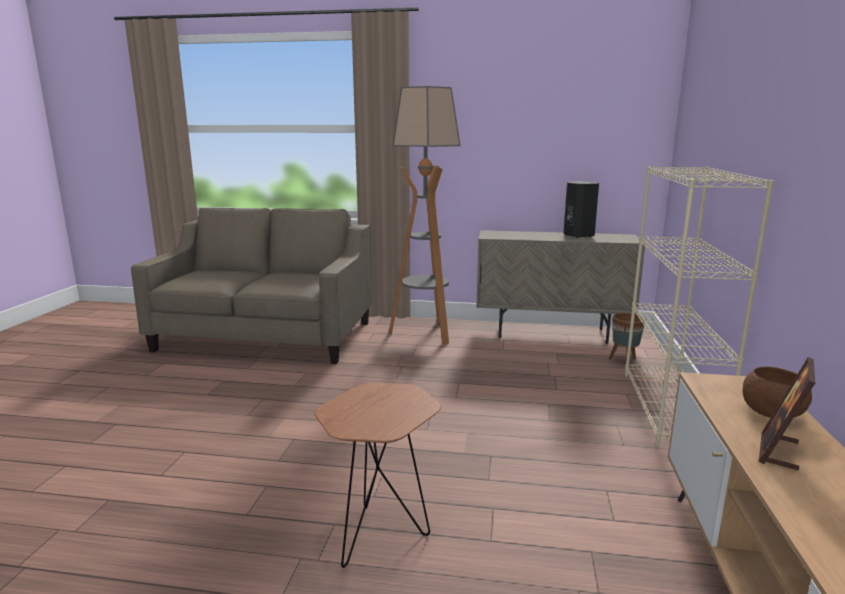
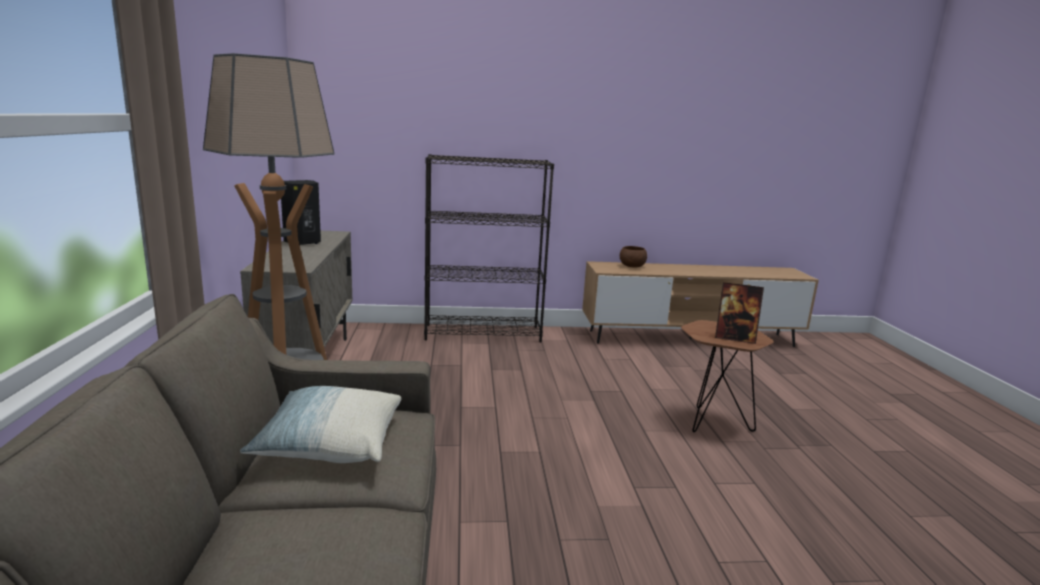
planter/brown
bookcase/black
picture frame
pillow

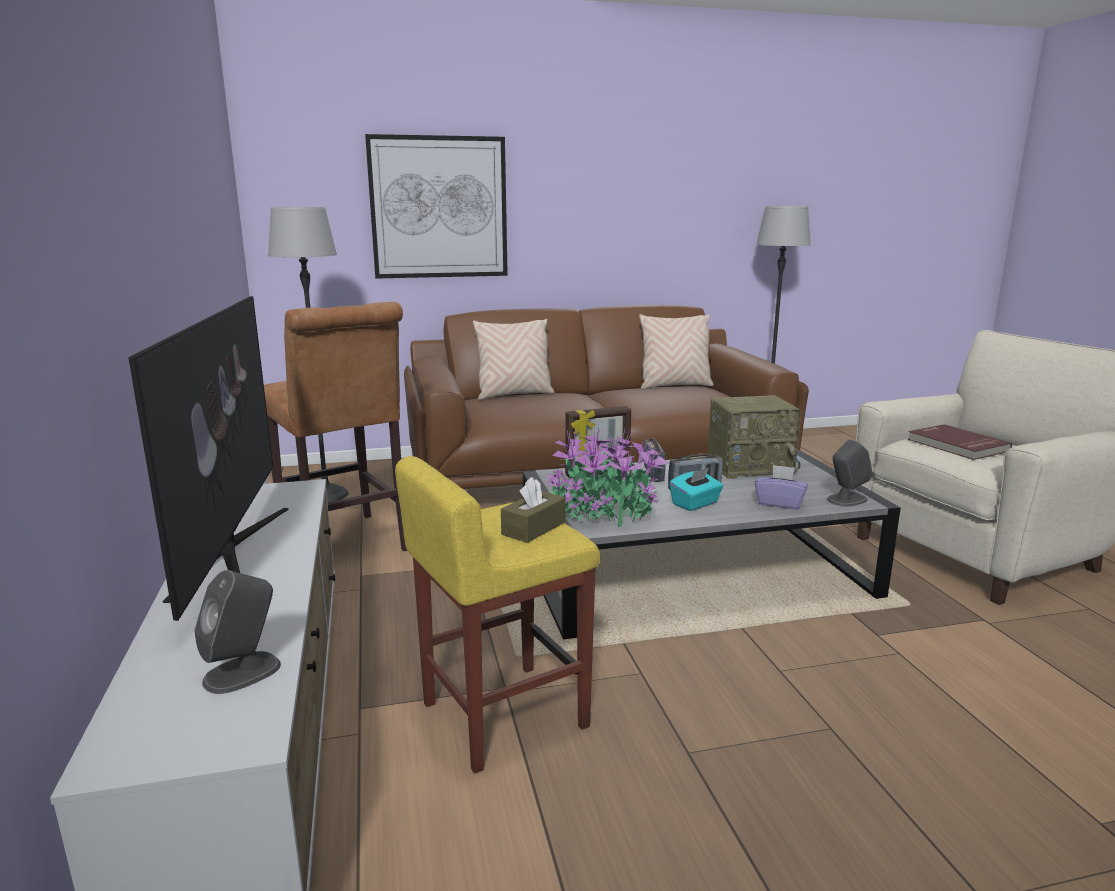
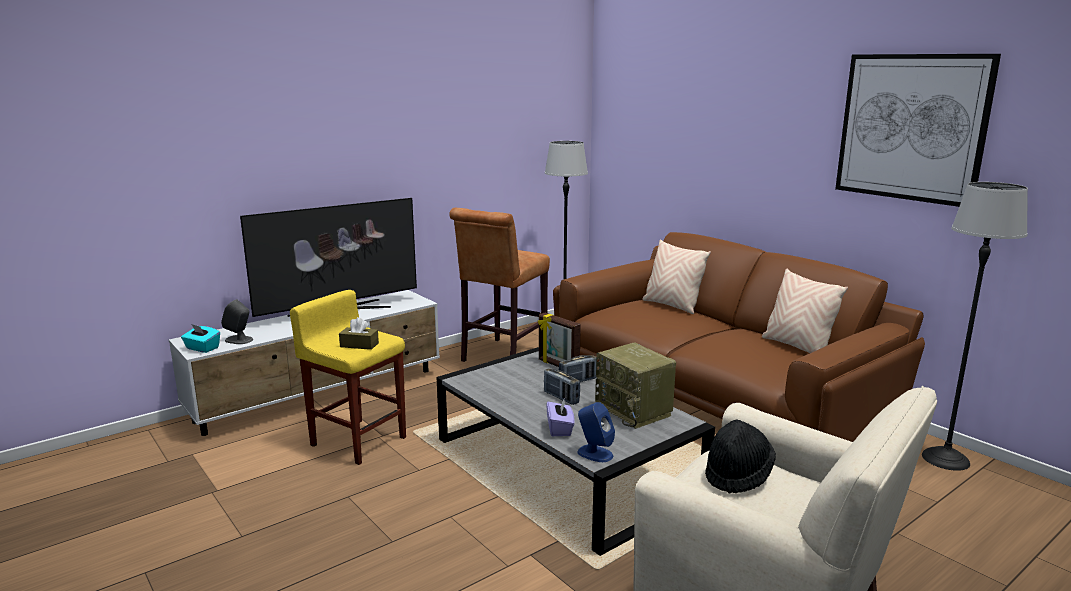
picture
potted plant
tissue box/turquoise
speaker/blue
hat/black

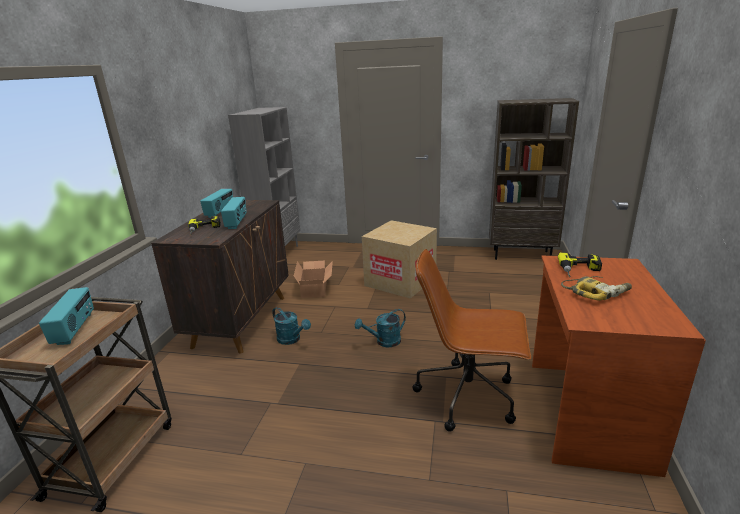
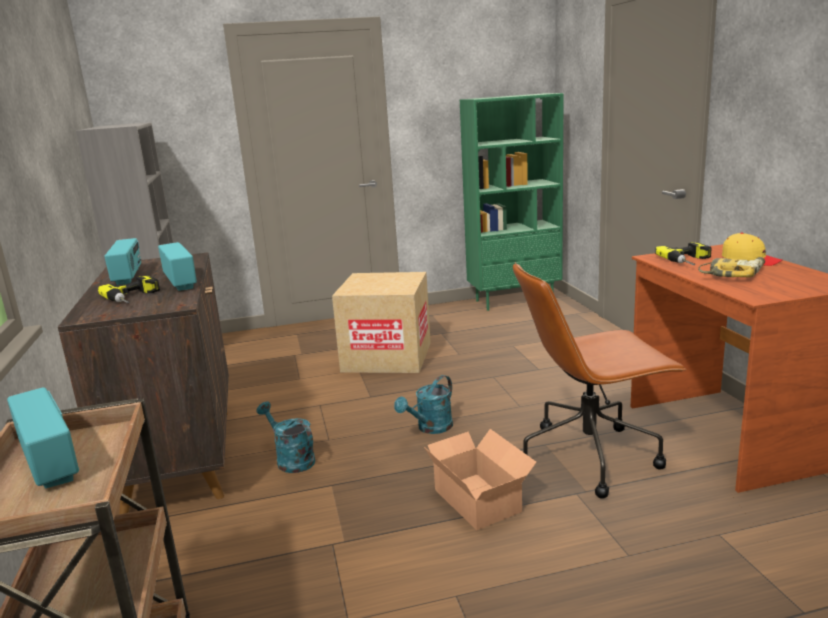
watering can/turquoise (no. 1 from left)
cardboard box (no. 2 from left)
bookcase/green
cap/yellow

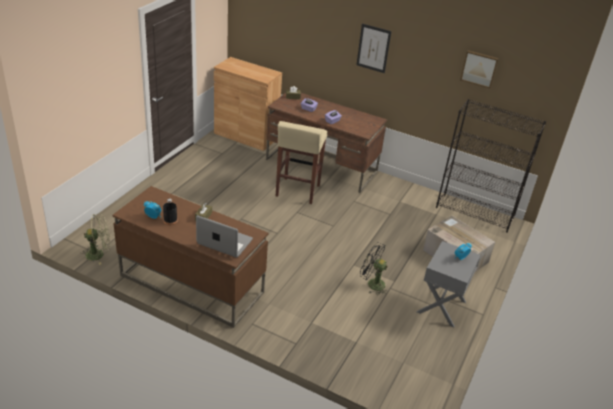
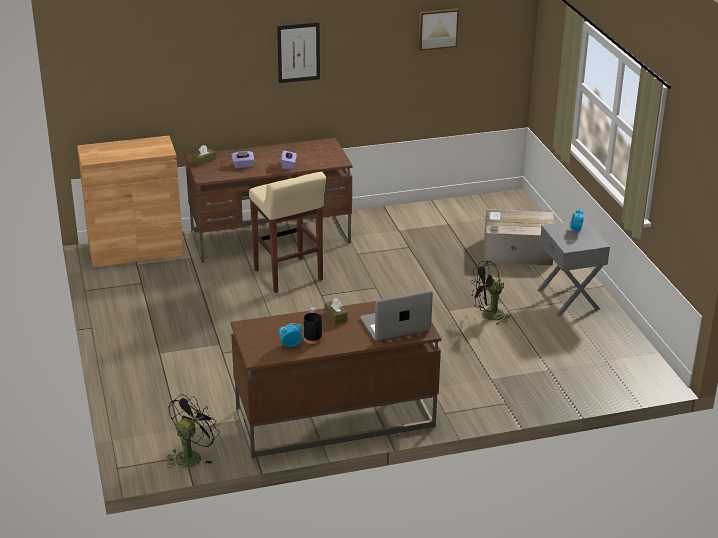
fan/black (no. 1 from left)
bookcase/black

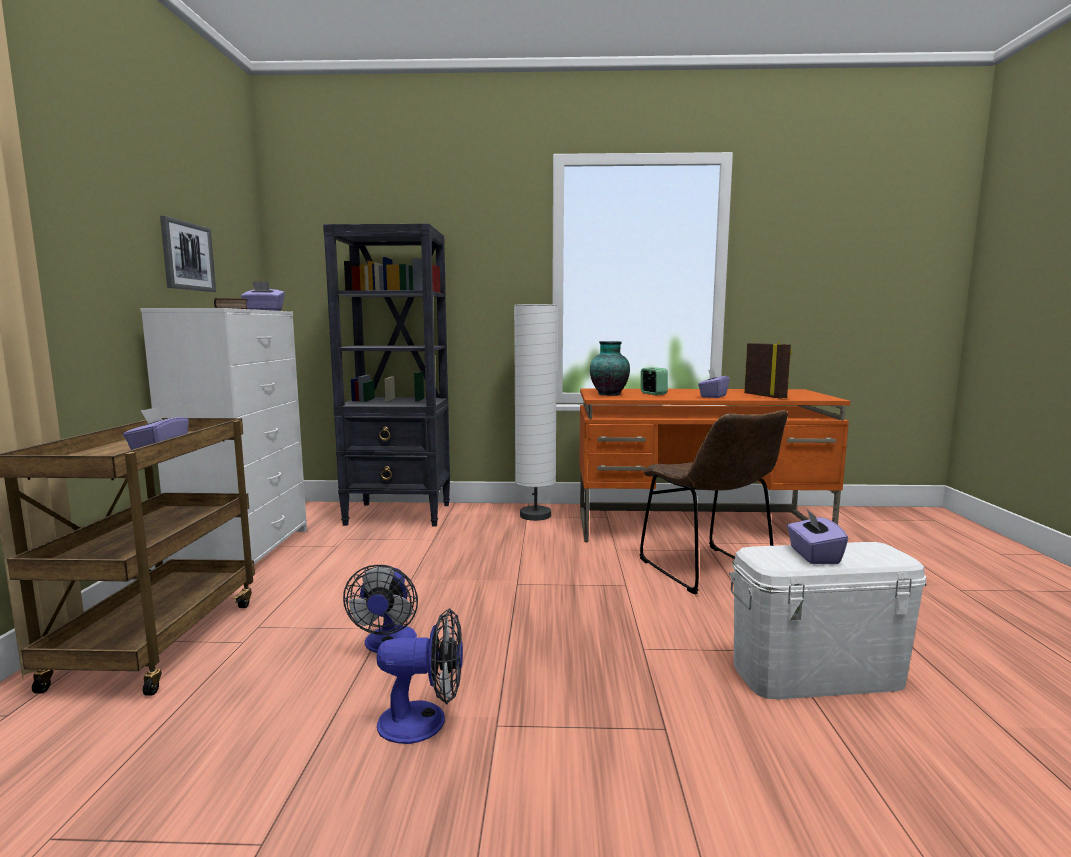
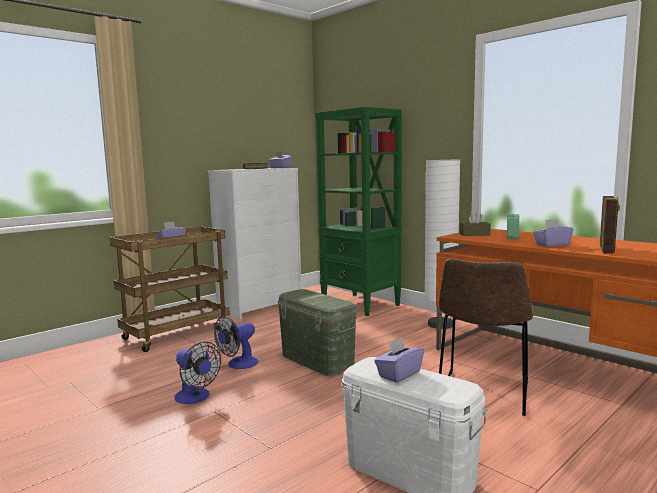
picture
bookcase/green
tissue box/brown
storage box/green

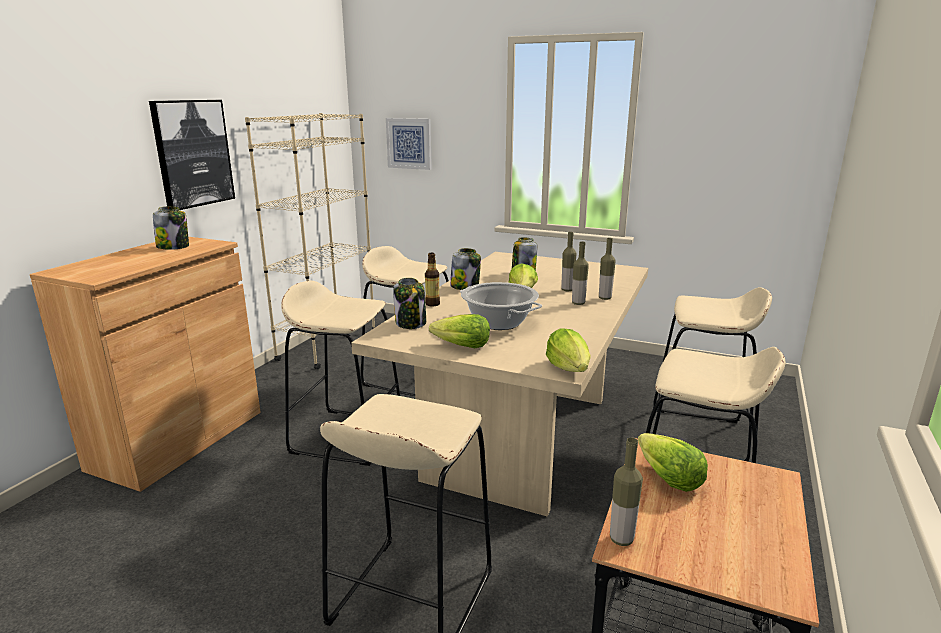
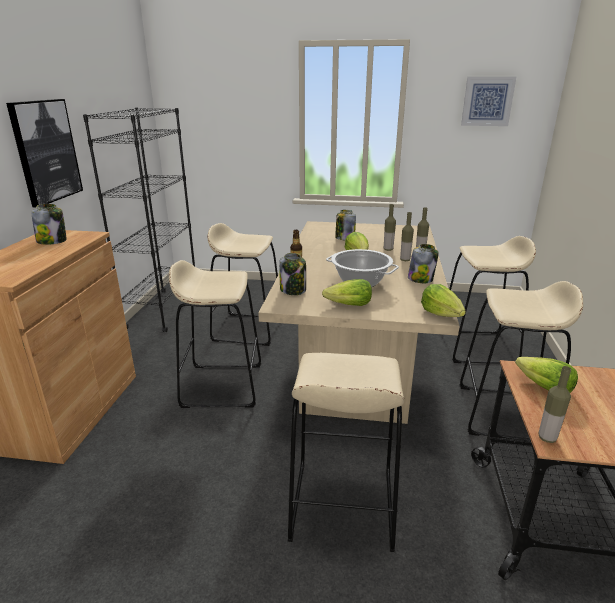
bookcase/black
picture (no. 2 from left)
jar (no. 4 from left)

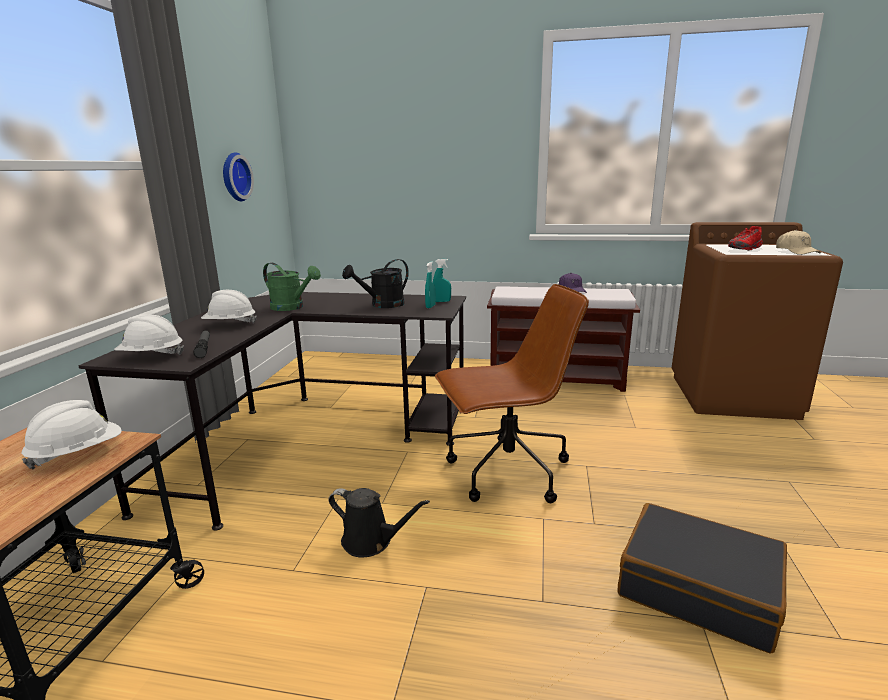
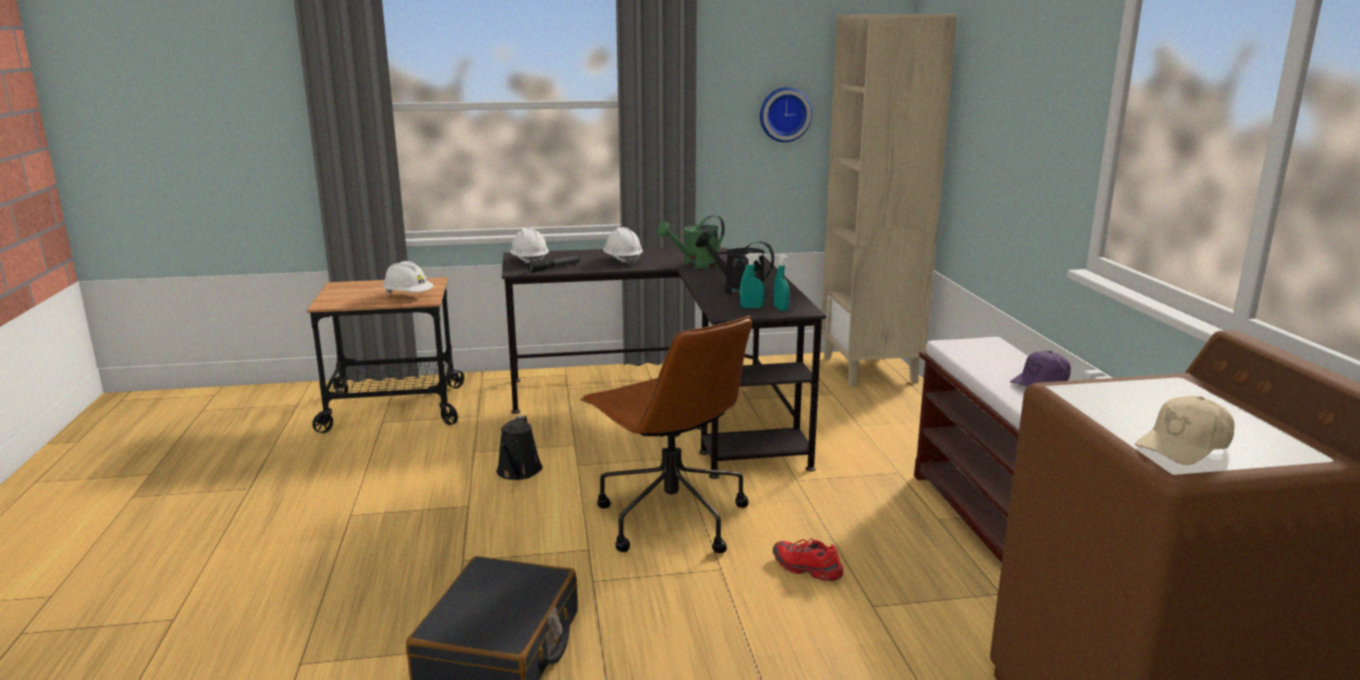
watering can/green
shoe/red
bookcase/beige

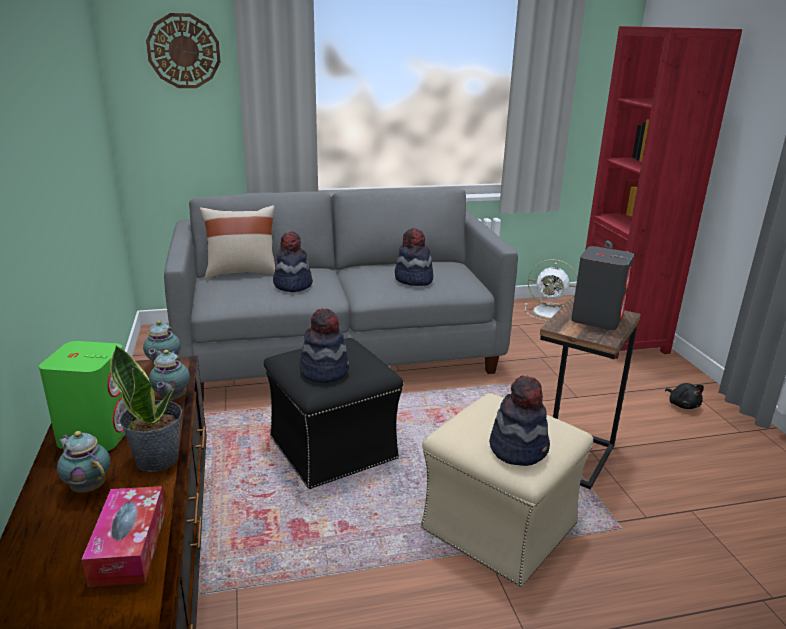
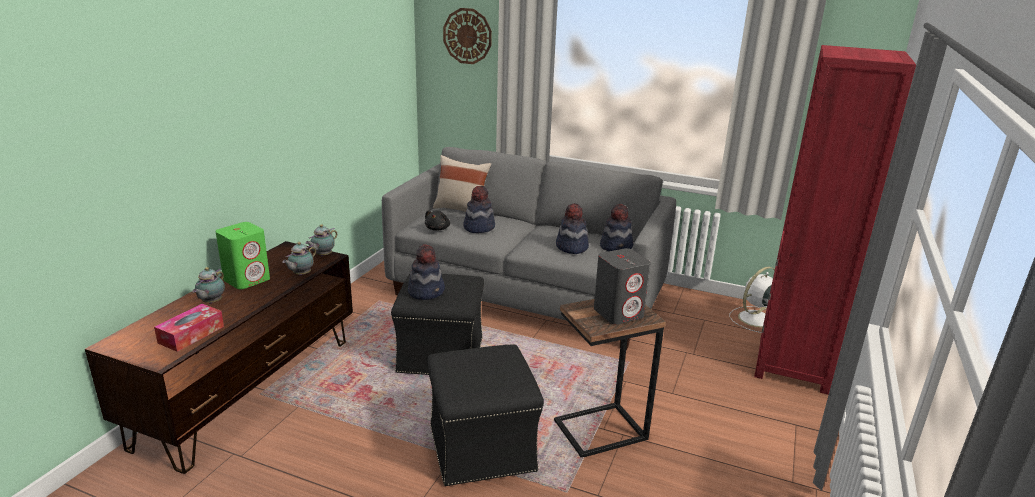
teapot (no. 1 from left)
potted plant
ottoman/black (no. 2 from left)
hat (no. 4 from left)
fan/white
plush toy/black

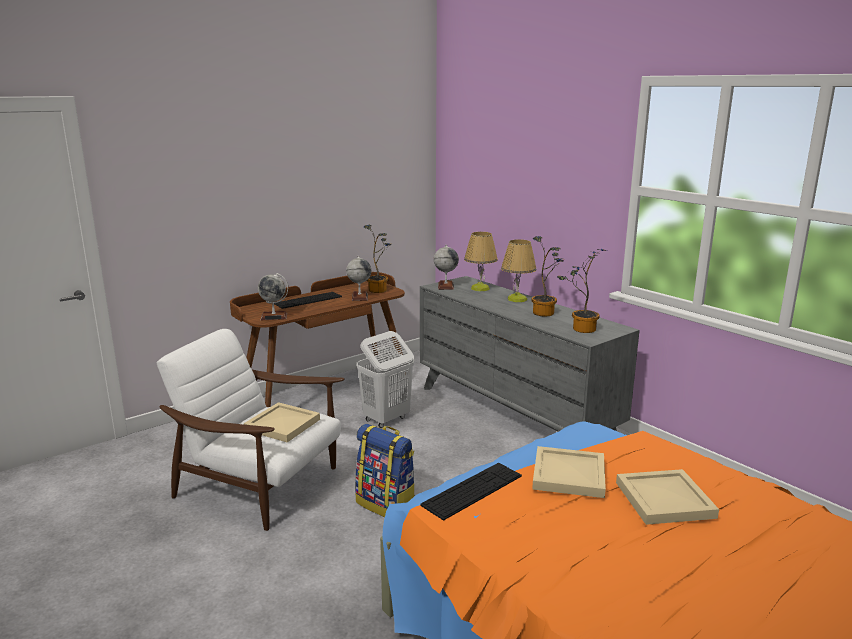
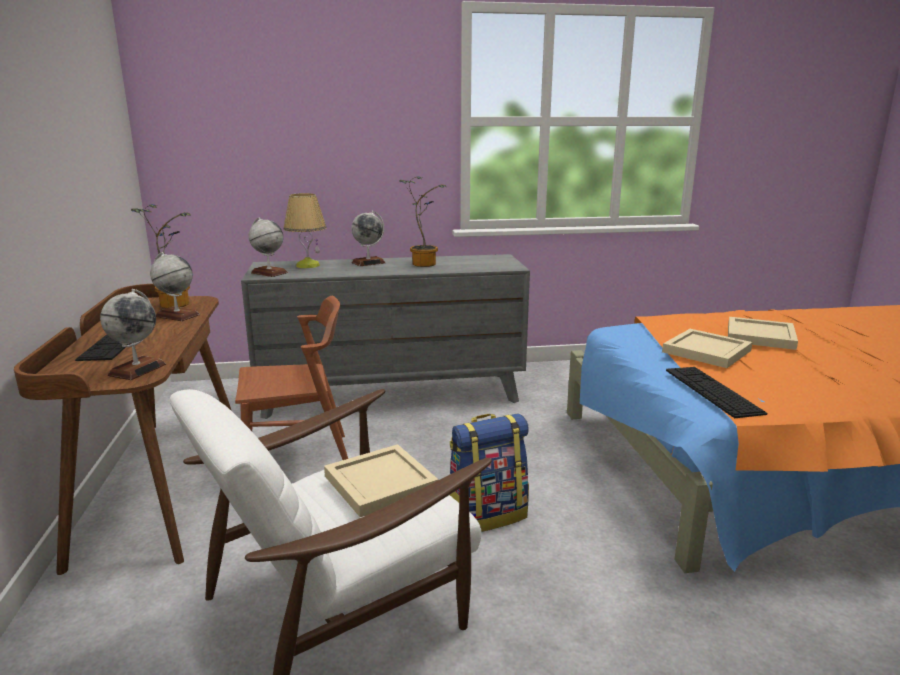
chair/brown
globe (no. 4 from left)
potted plant (no. 3 from left in the first image)

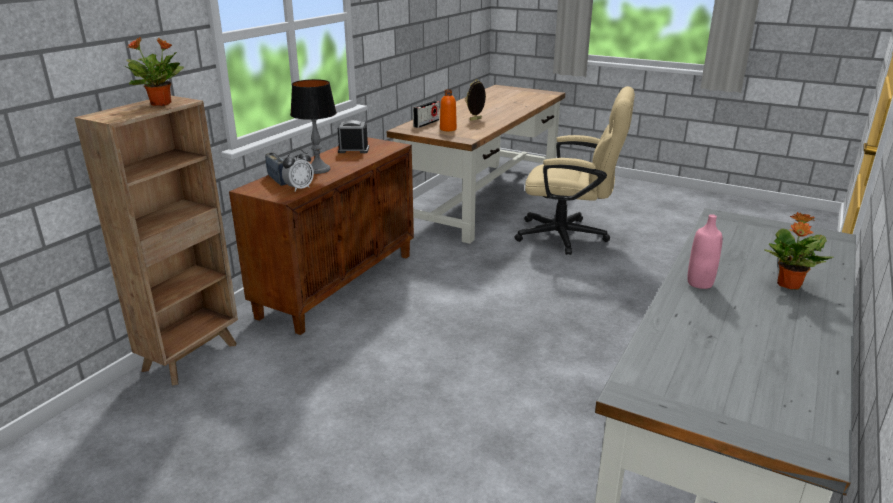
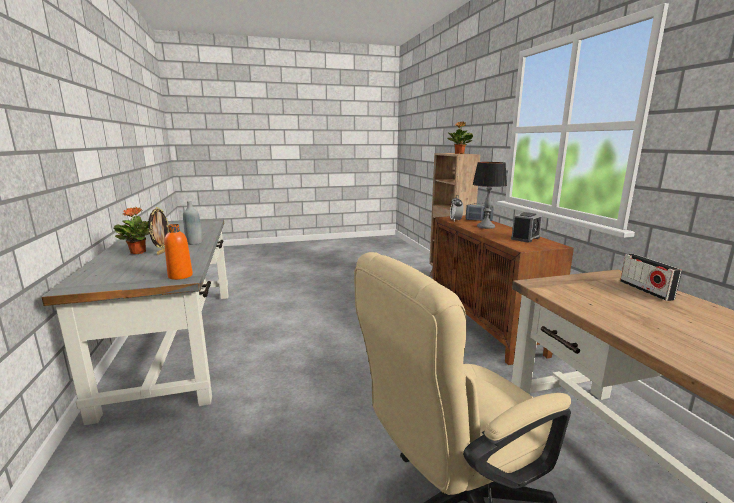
bottle/orange
picture frame
bottle/grey

